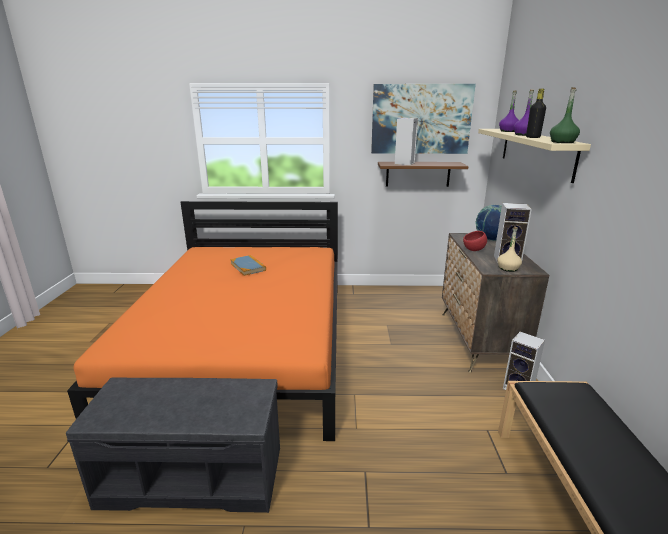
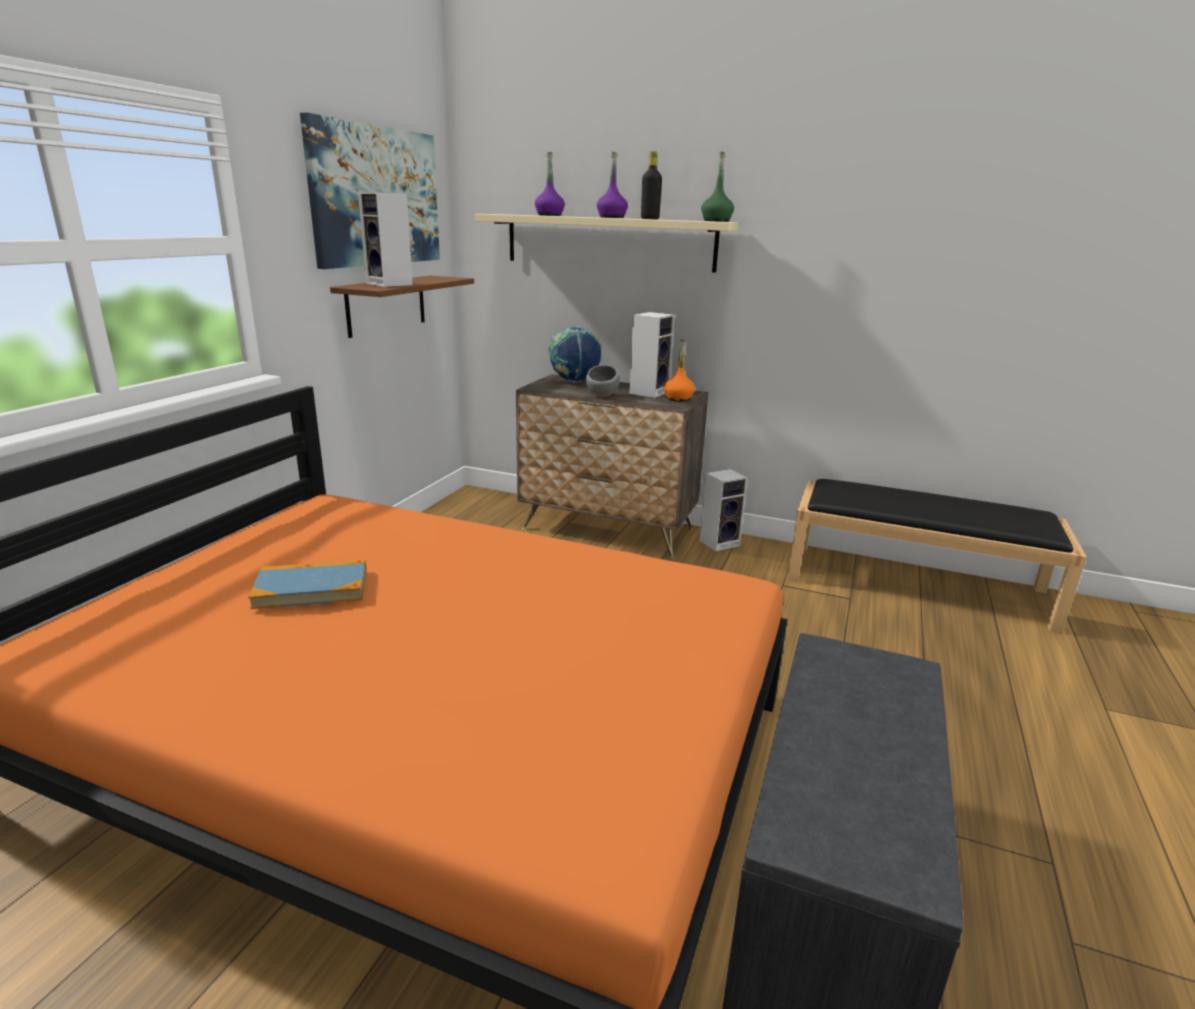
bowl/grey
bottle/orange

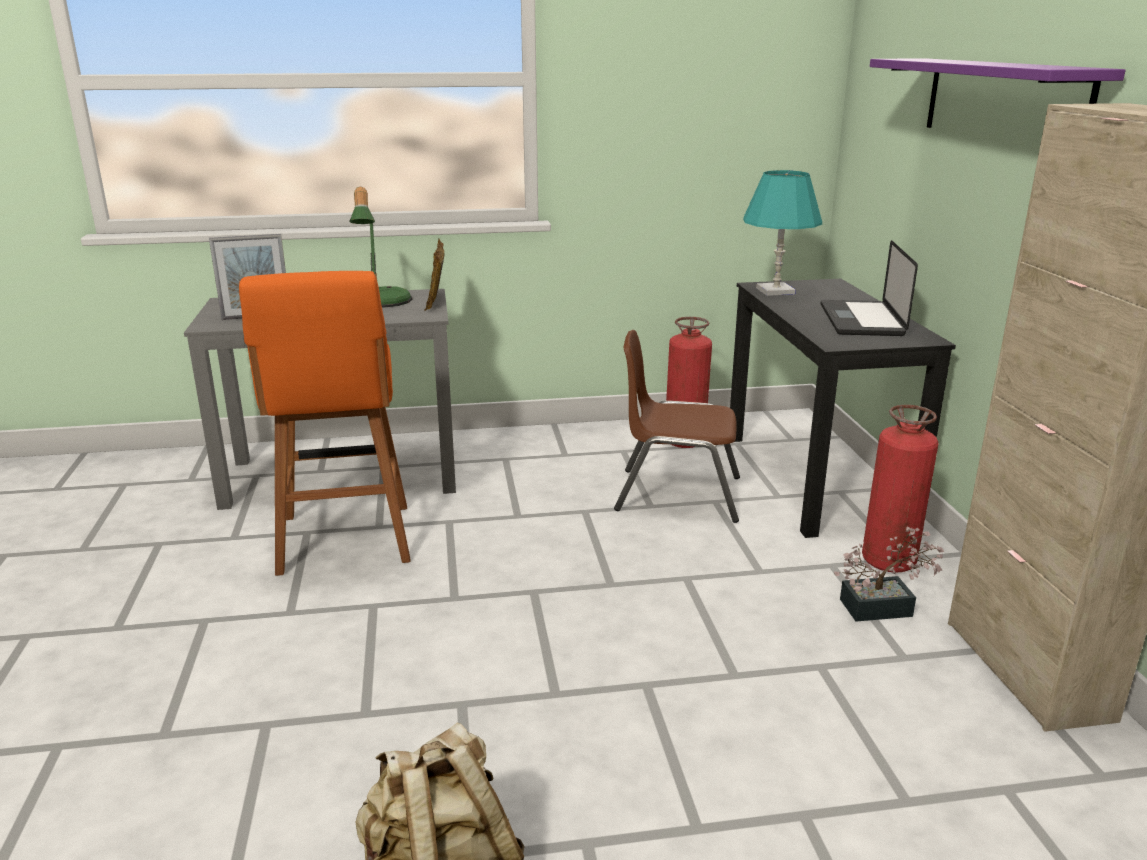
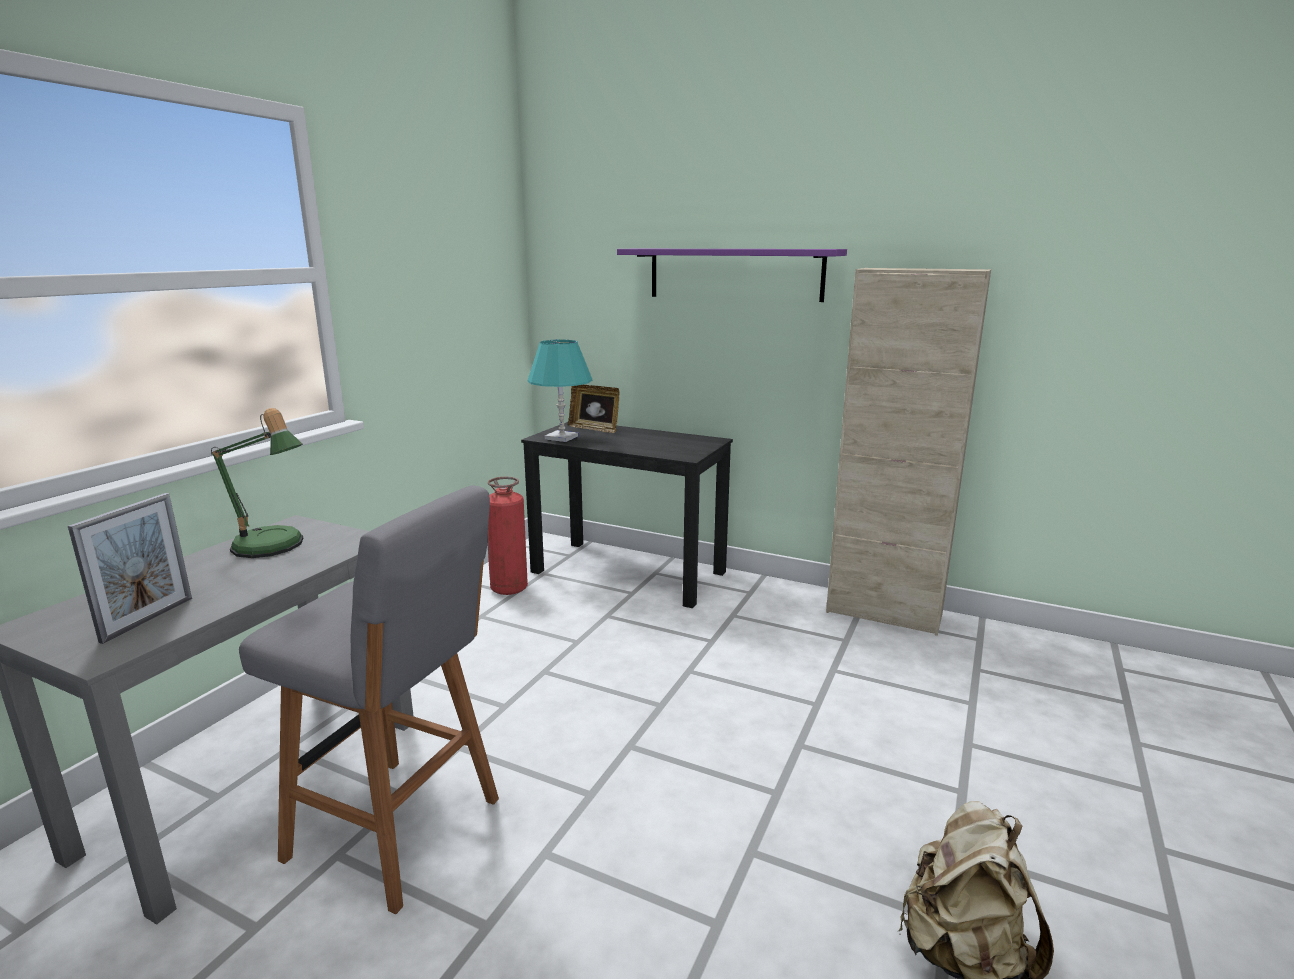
stool/grey
picture frame (no. 2 from left)
chair/brown
laptop
potted plant
fire extinguisher (no. 2 from left in the first image)

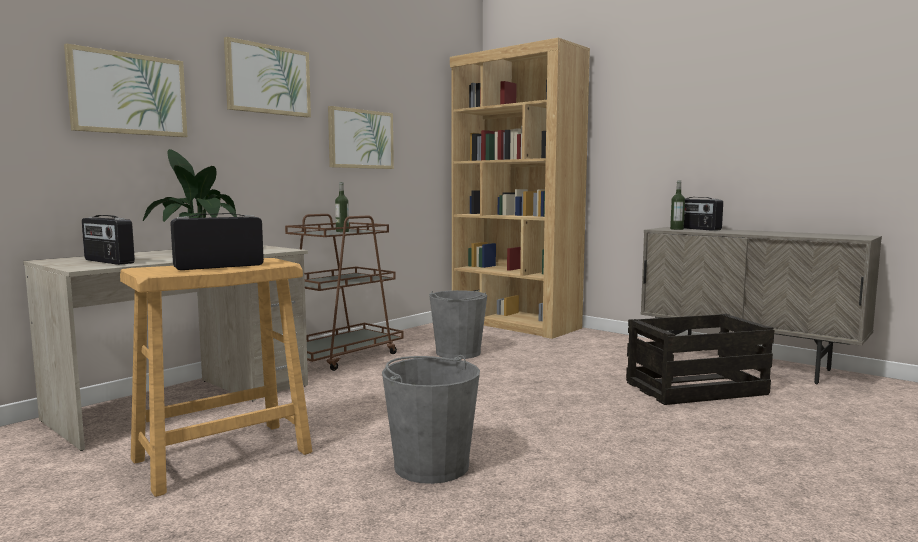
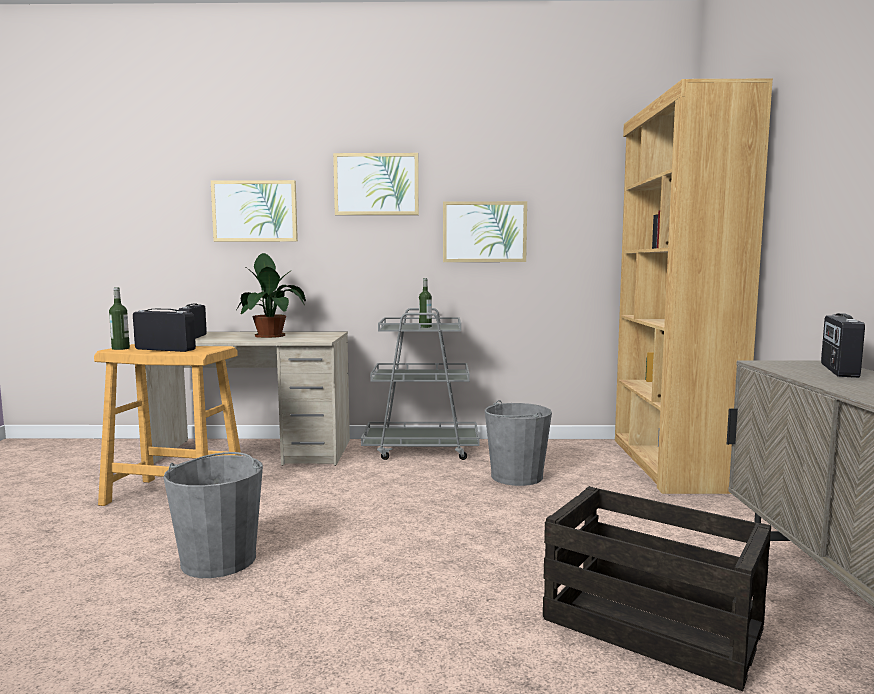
cart/grey
bottle (no. 1 from left)

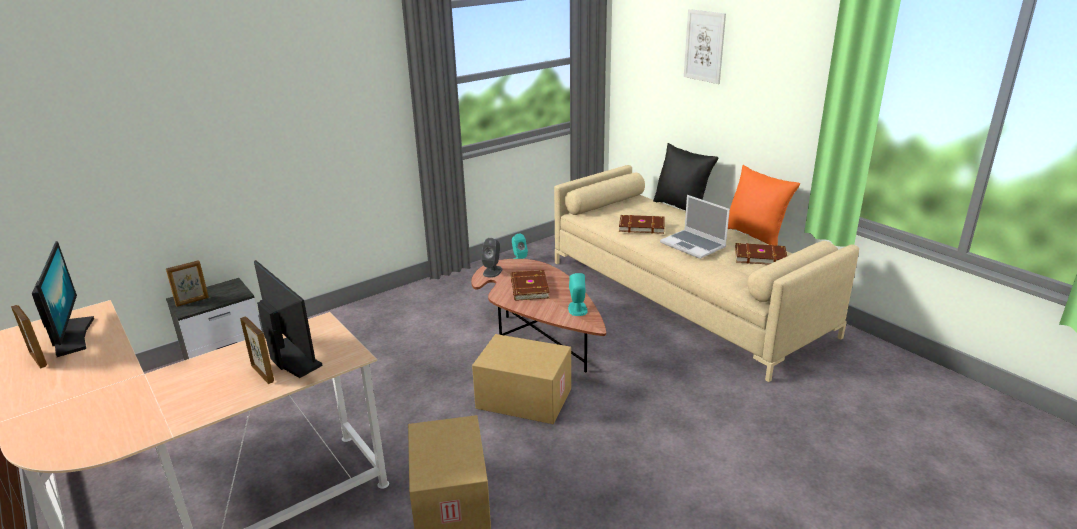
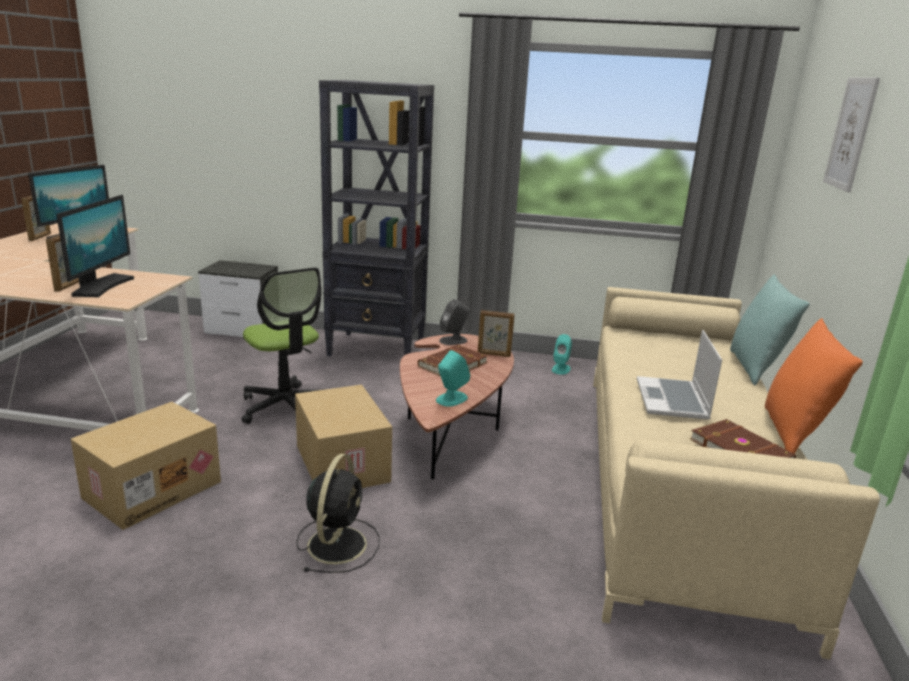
picture frame (no. 3 from left)
book/brown (no. 2 from left in the first image)
pillow/turquoise
office chair
fan/black
bookcase/black

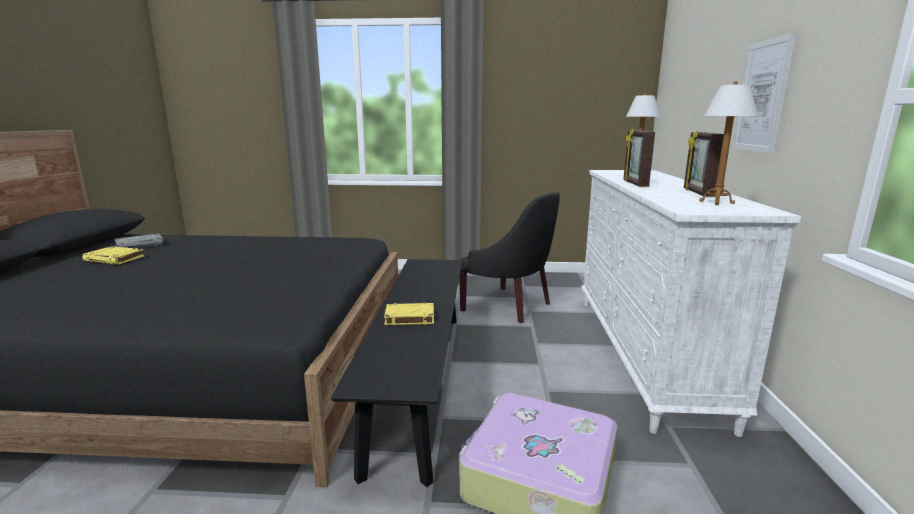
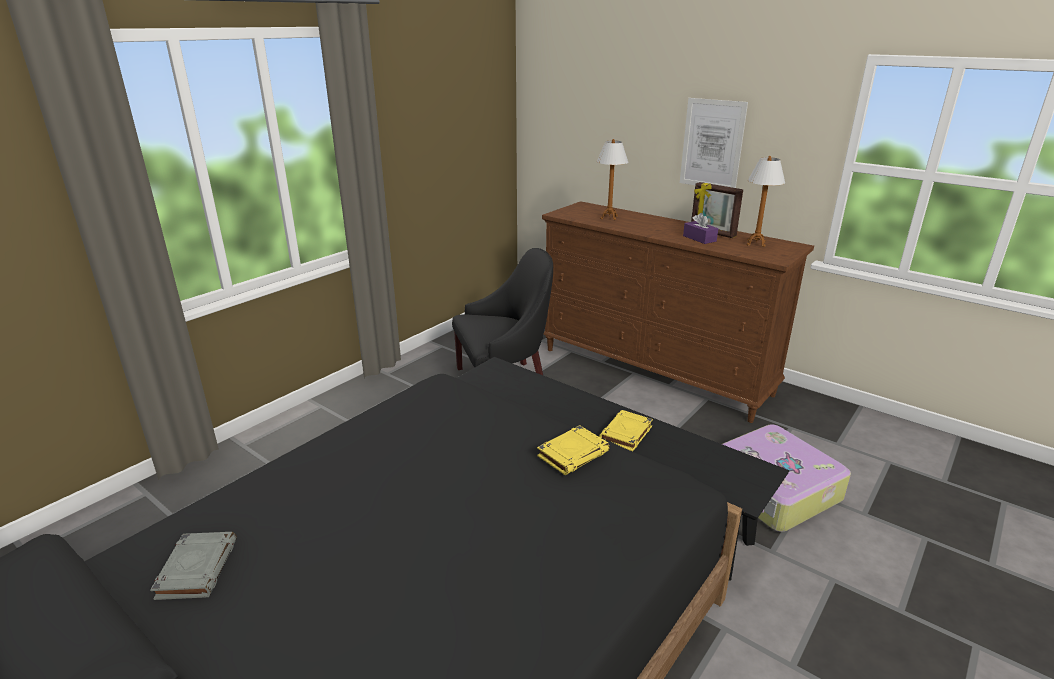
book/yellow (no. 1 from left)
dresser/brown
picture frame (no. 1 from left in the first image)
tissue box/purple

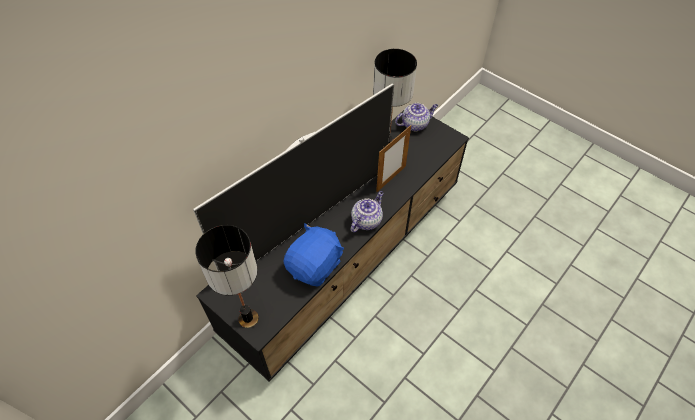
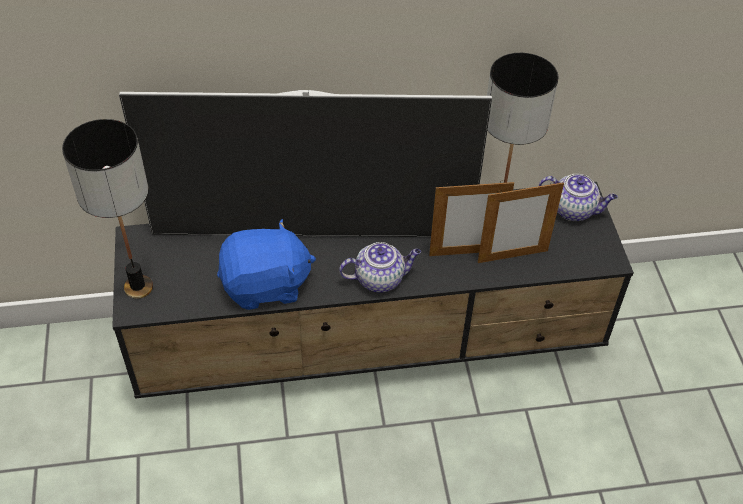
picture frame (no. 2 from left)

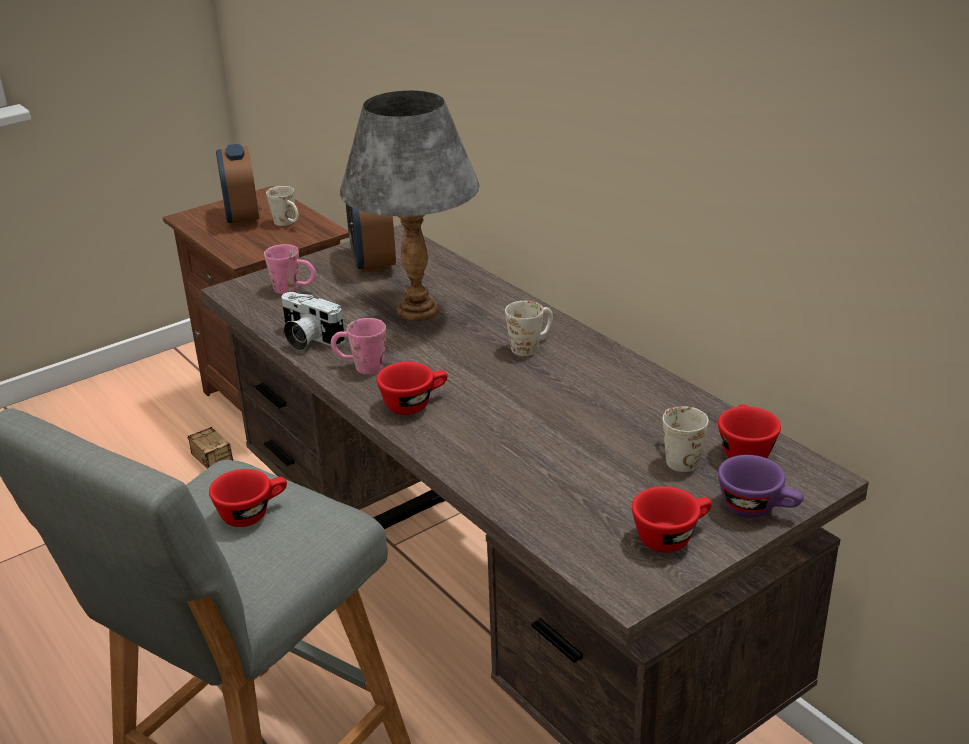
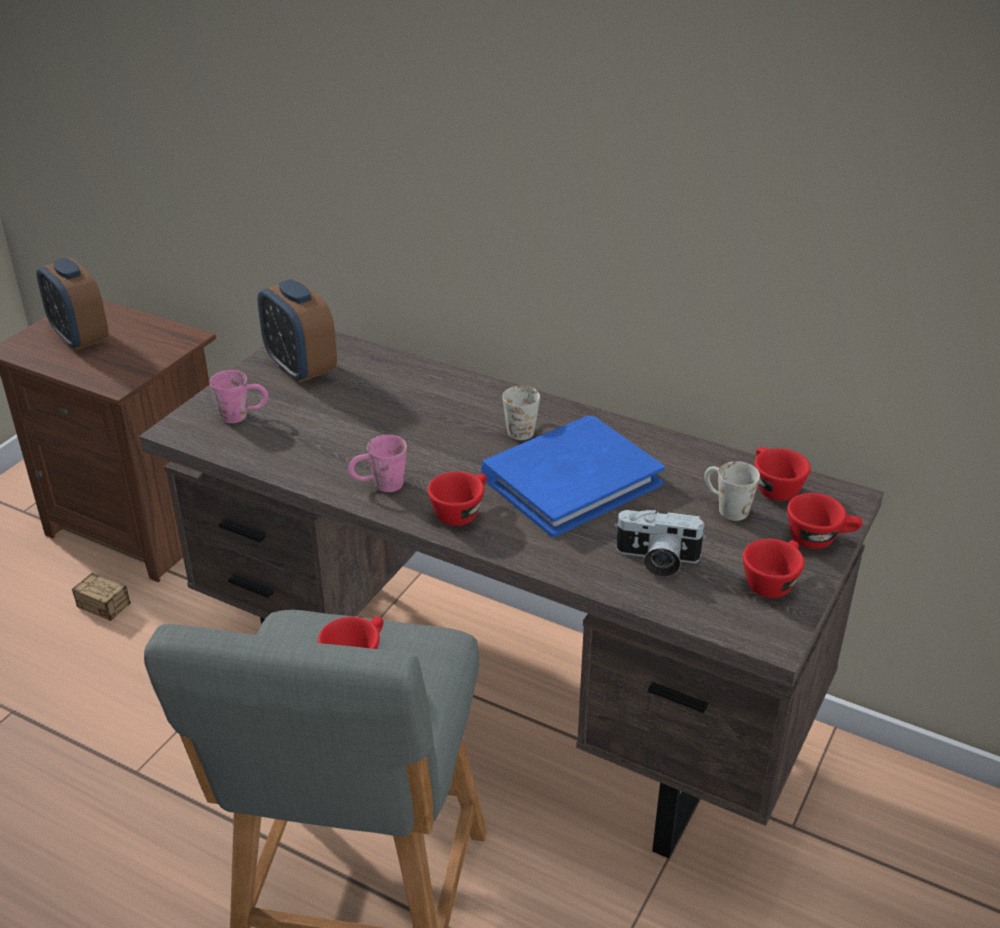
mug/white (no. 1 from left in the first image)
photo camera
table lamp/grey
cup/red (no. 5 from left)
book/blue

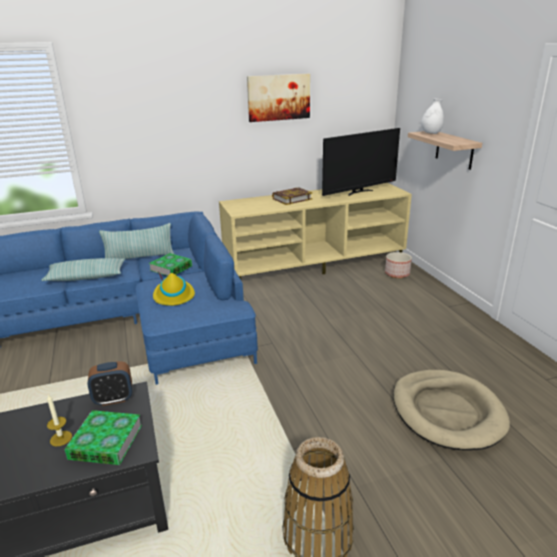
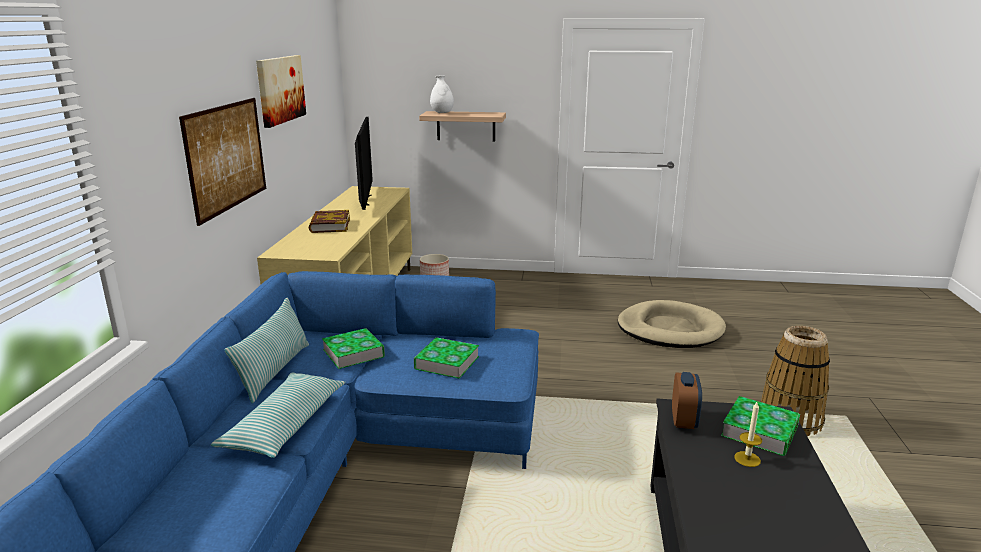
book (no. 3 from left)
picture (no. 1 from left)

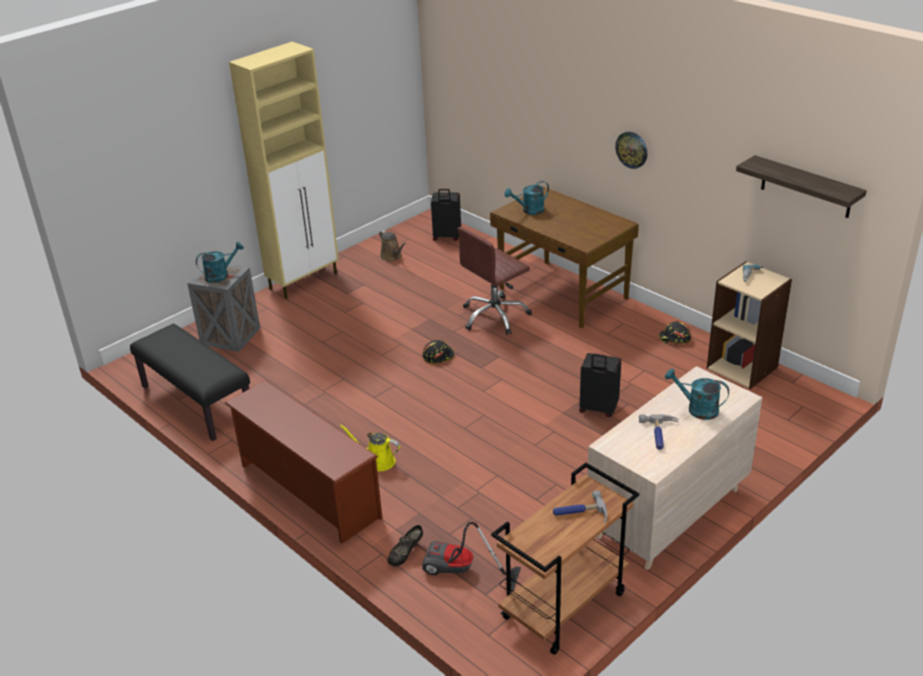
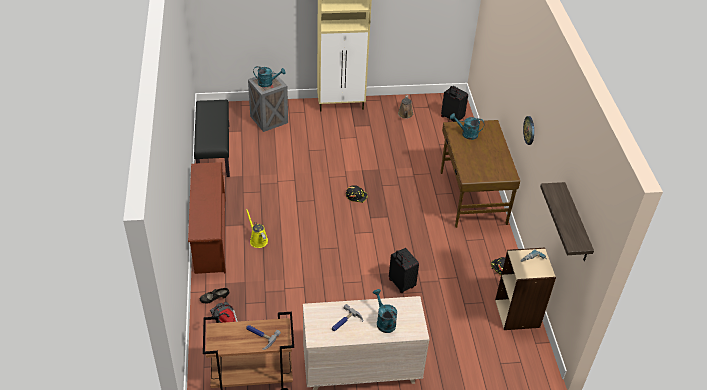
office chair/brown

